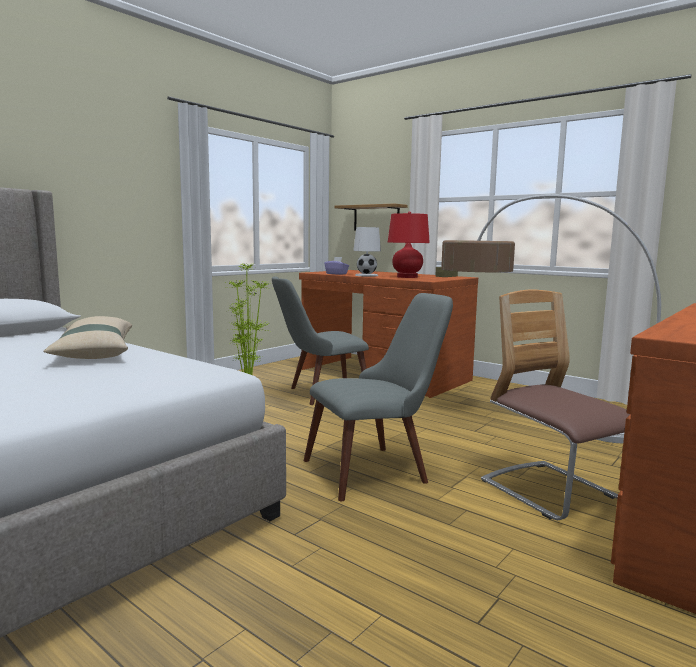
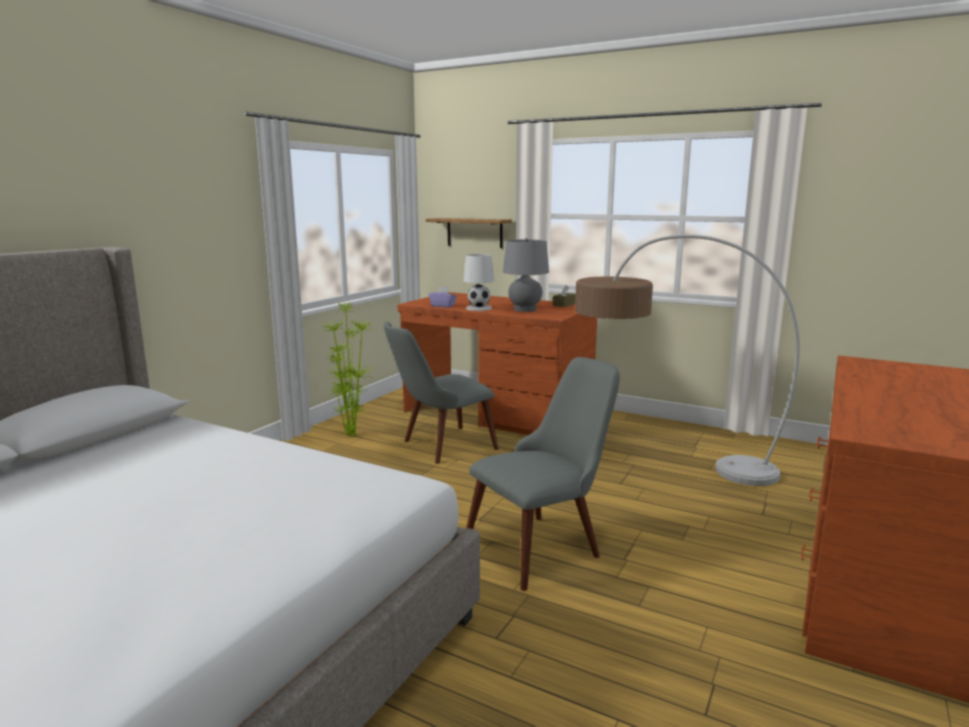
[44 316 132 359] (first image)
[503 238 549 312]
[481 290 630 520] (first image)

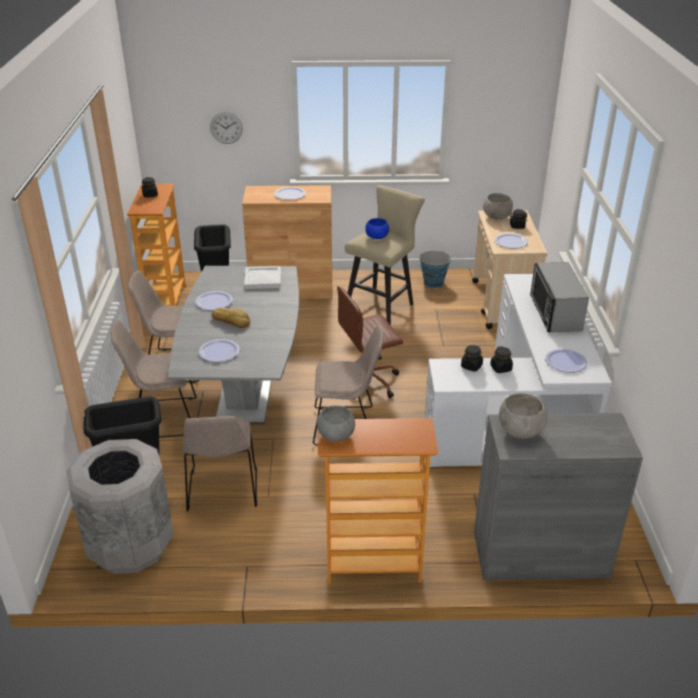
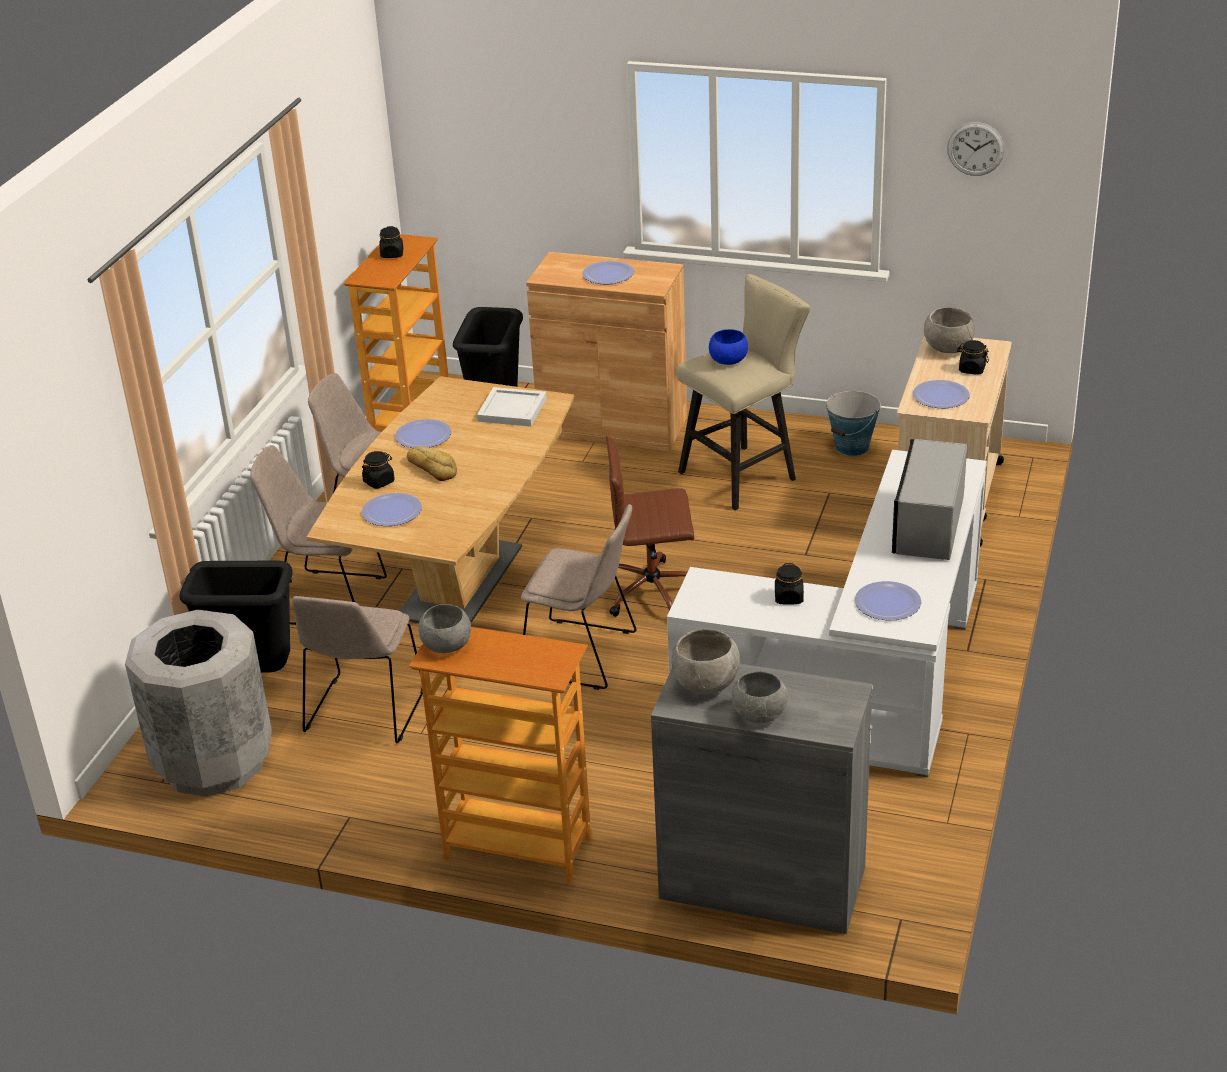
[306 376 574 623]
[947 122 1004 176]
[362 451 395 489]
[732 671 788 723]

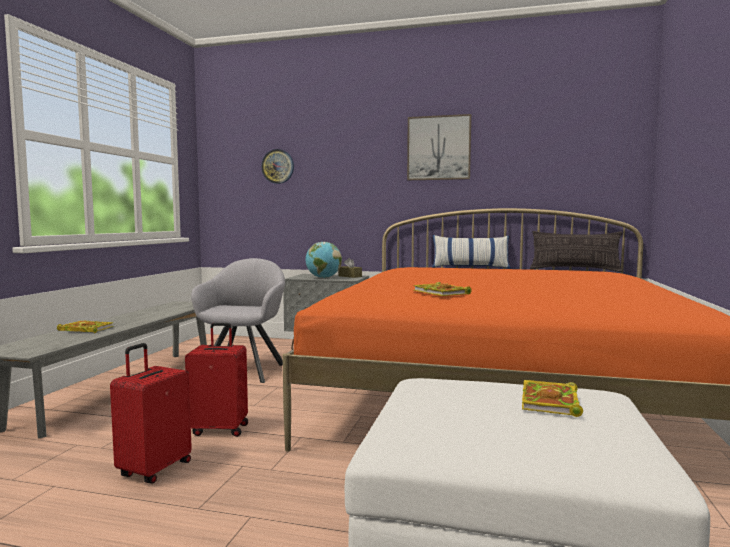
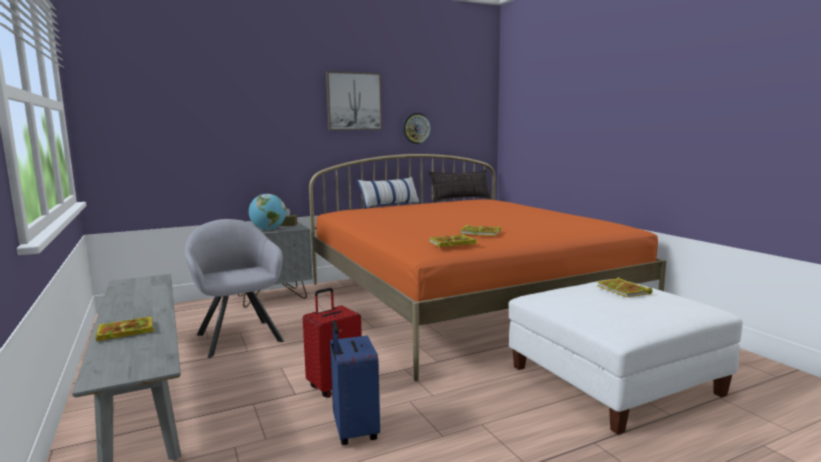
[330 320 380 445]
[403 113 431 144]
[429 235 477 247]

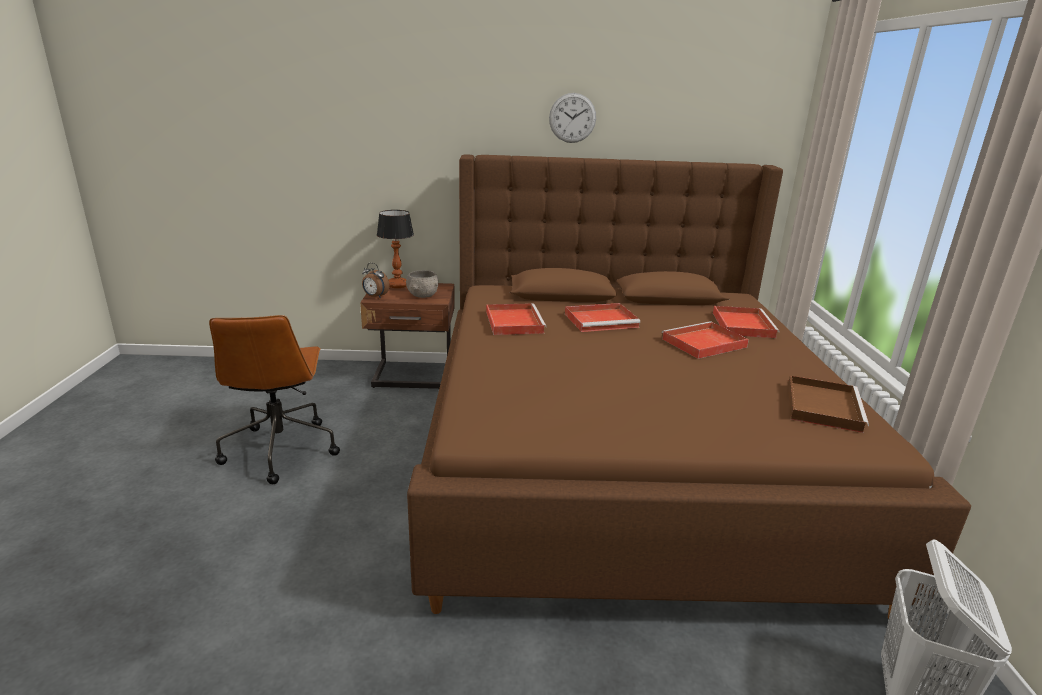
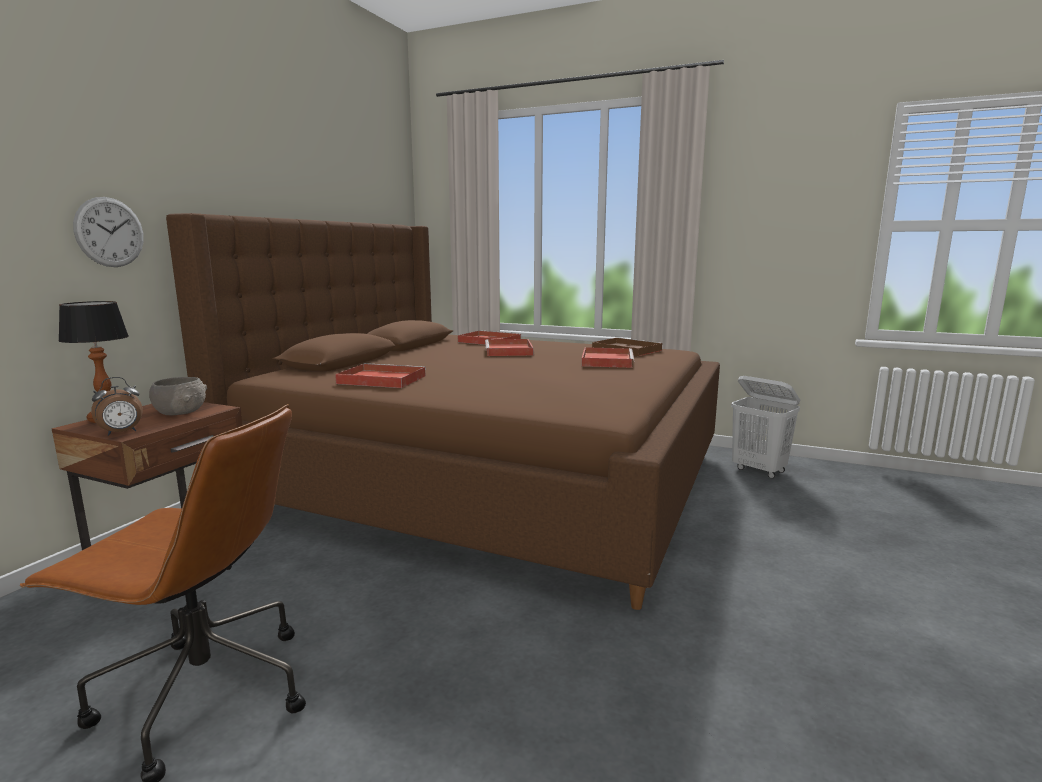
[73 197 144 267]
[581 347 634 368]

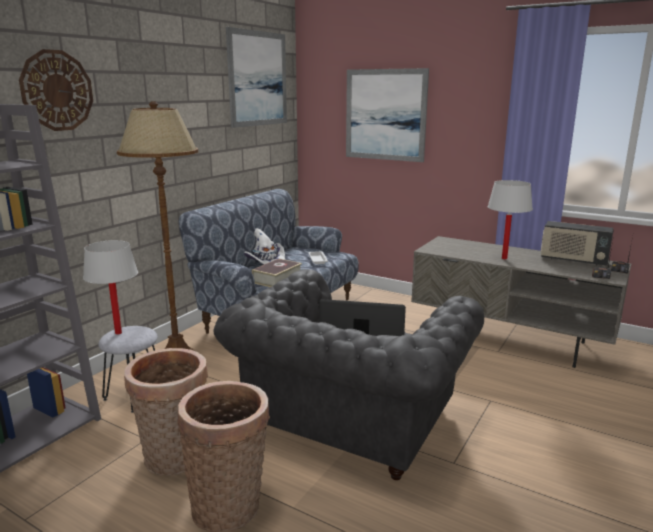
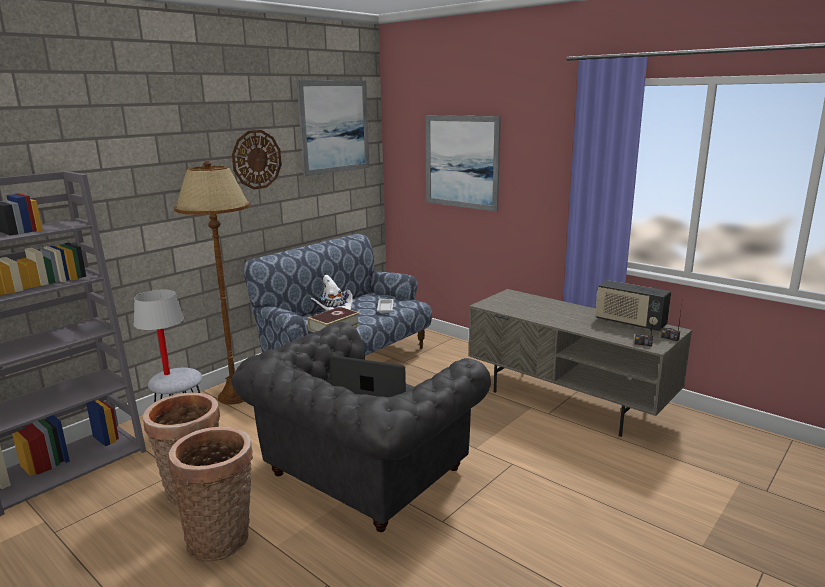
[232 130 282 189]
[488 180 533 260] (first image)

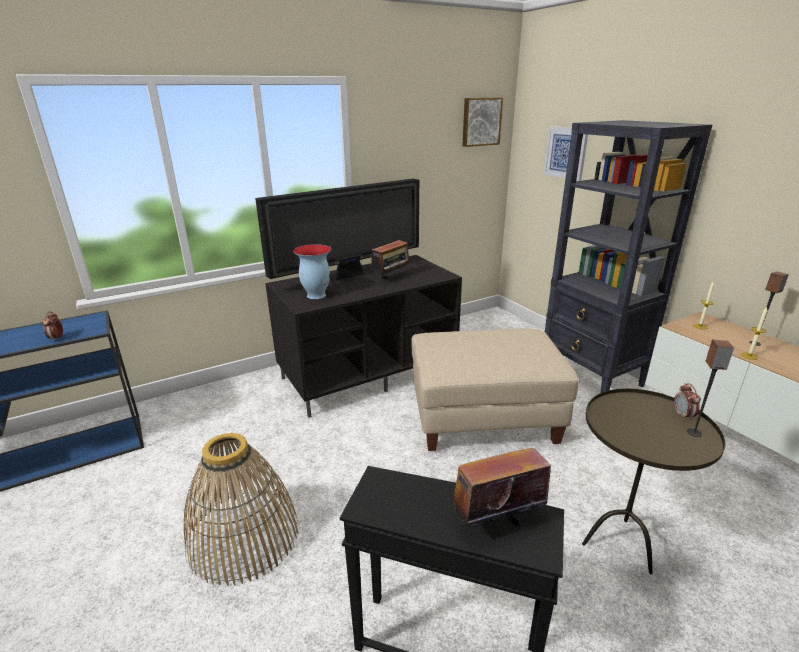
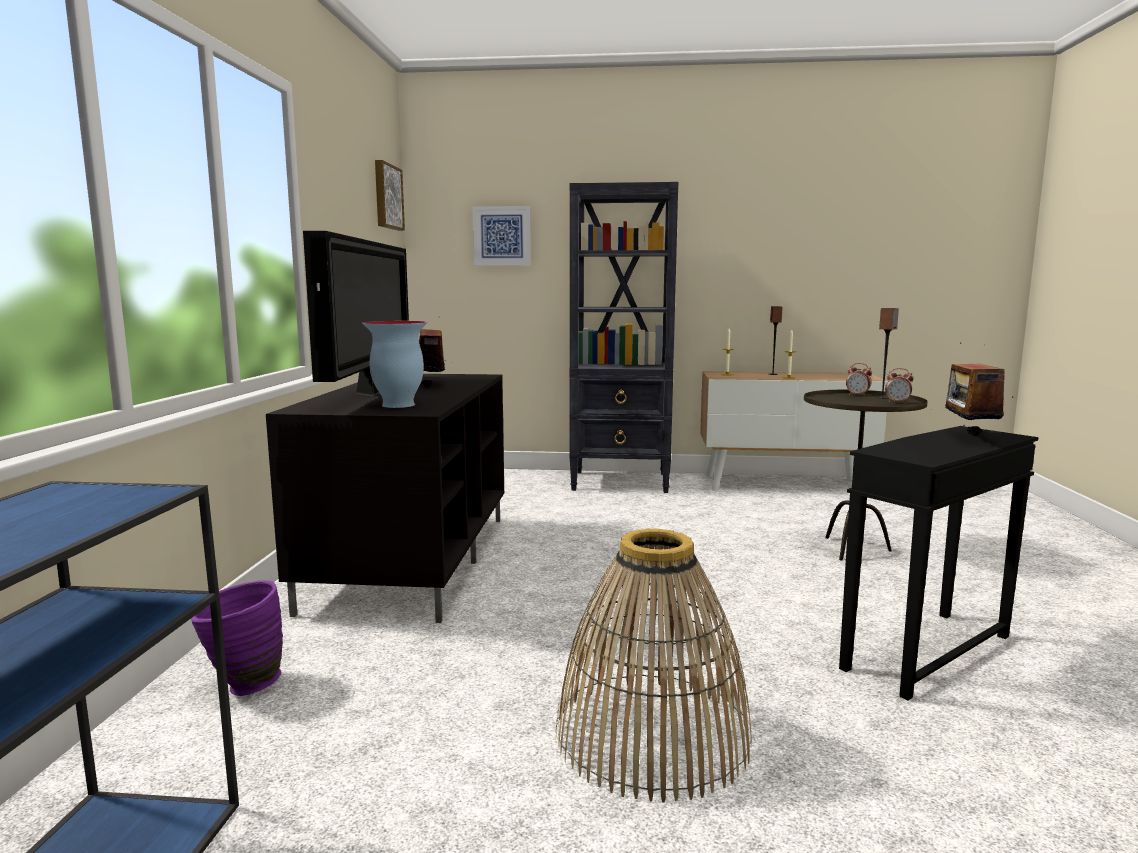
[885 368 914 404]
[411 329 579 451] (first image)
[191 581 283 696]

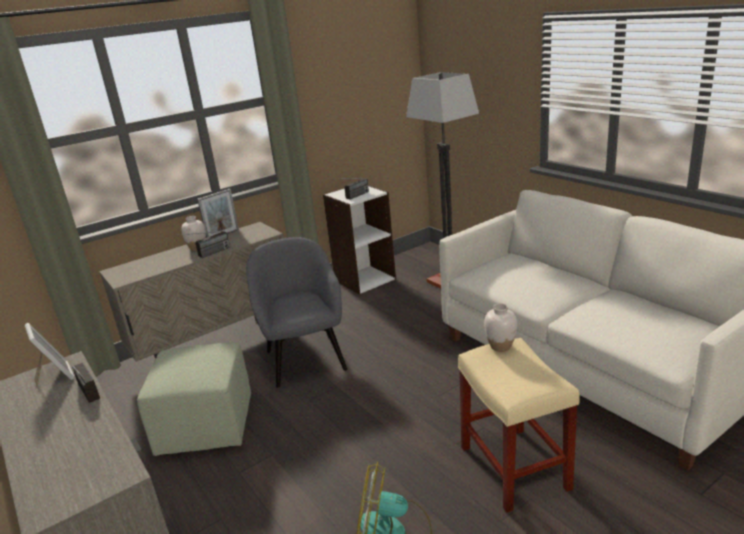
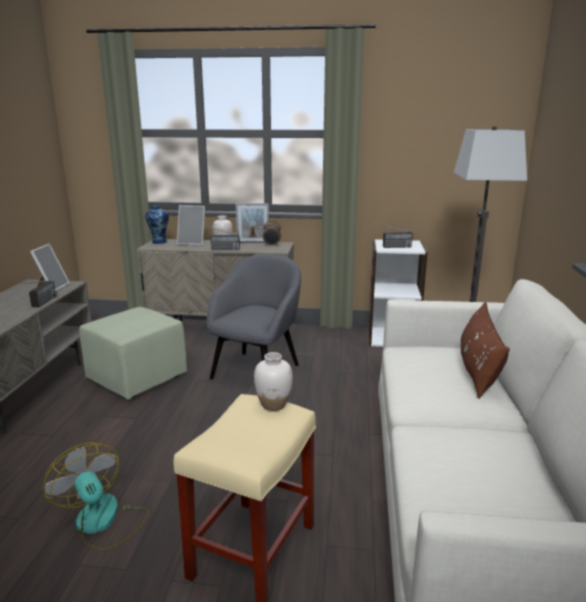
[145 205 169 244]
[177 205 205 245]
[263 221 281 246]
[461 302 510 399]

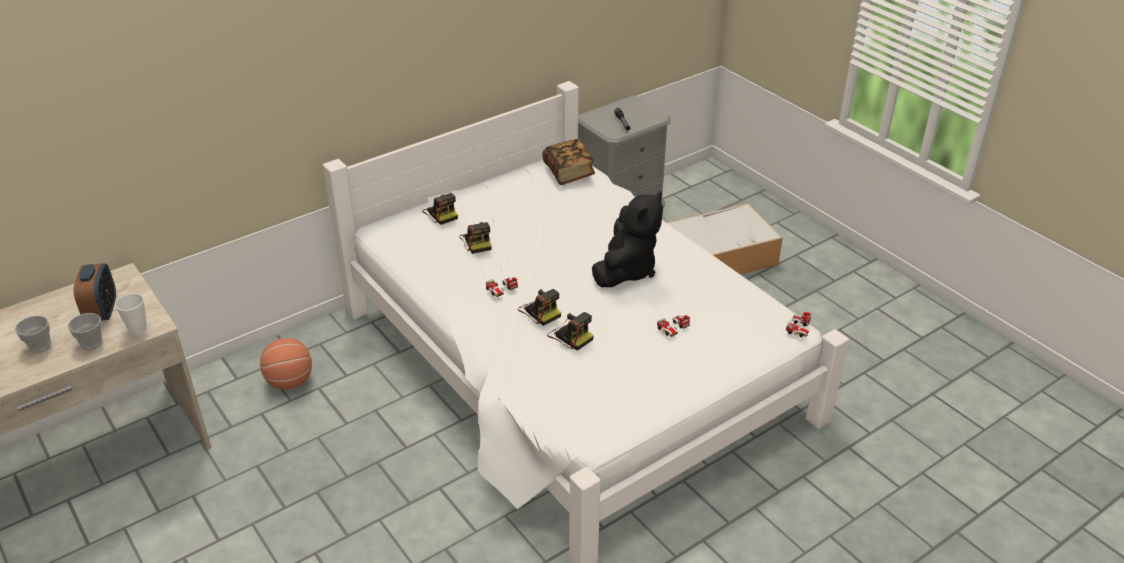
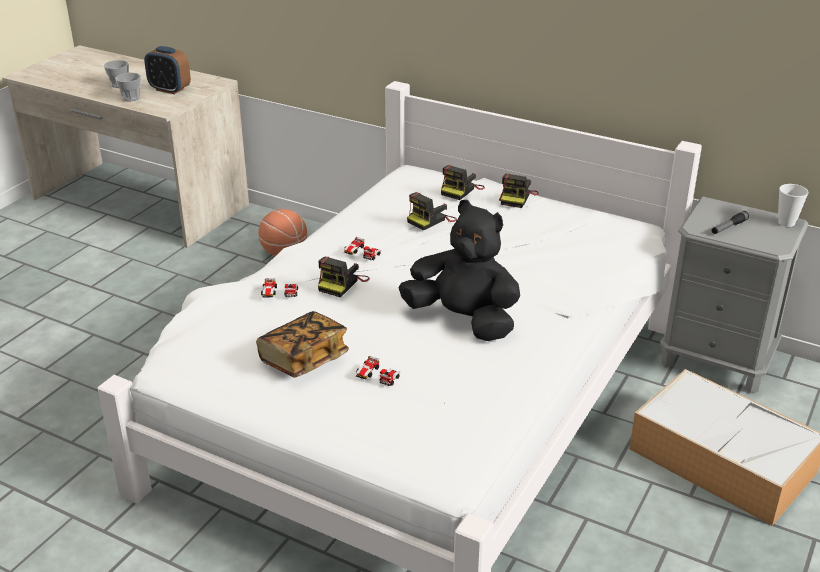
[144 46 191 94]
[778 184 809 227]
[256 311 349 378]
[499 174 539 208]
[398 200 520 341]
[261 278 298 297]

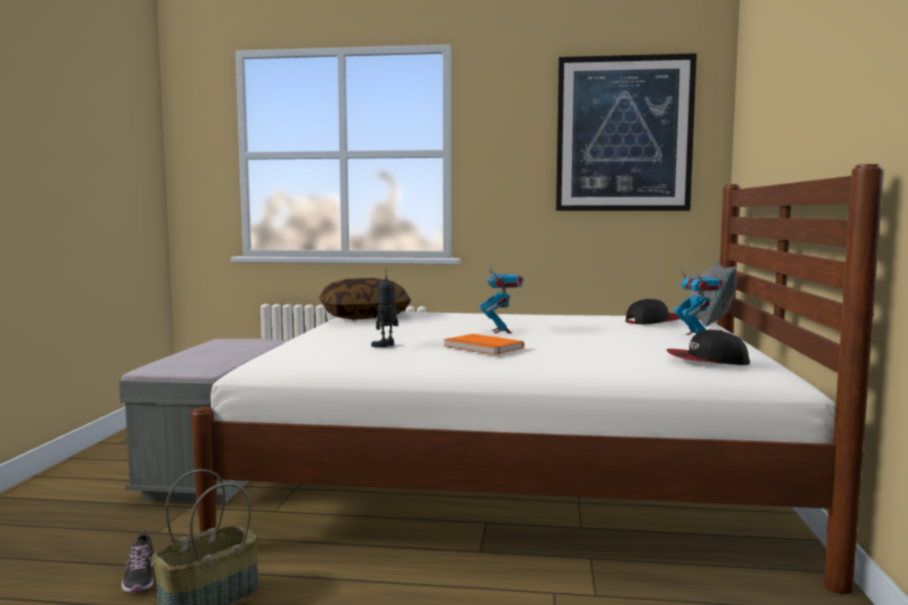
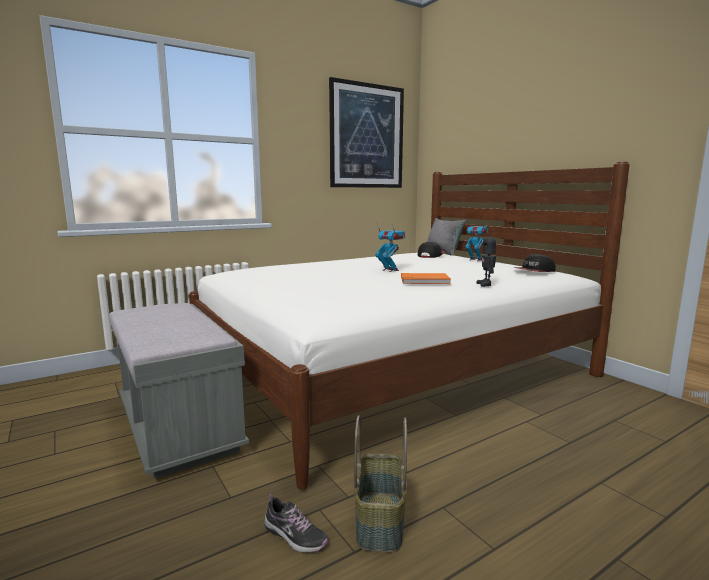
[319 278 411 320] (first image)
[476 229 496 287]

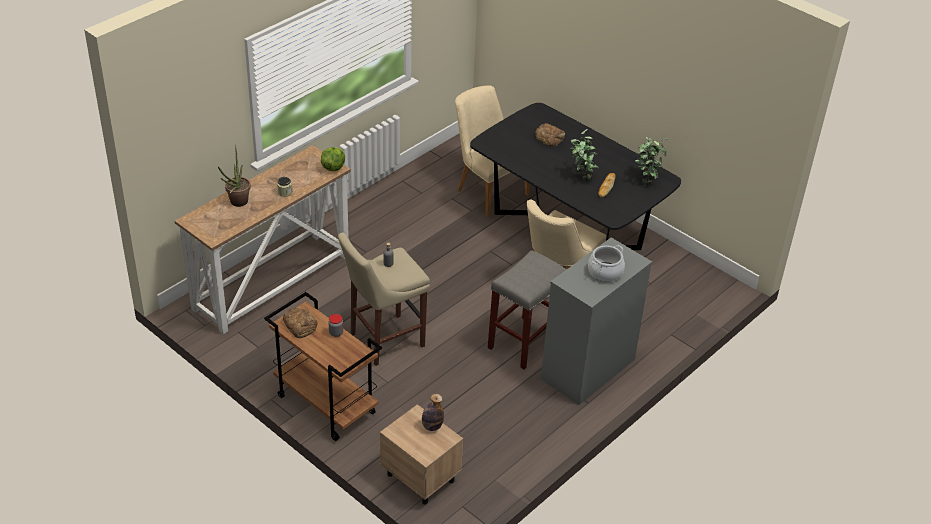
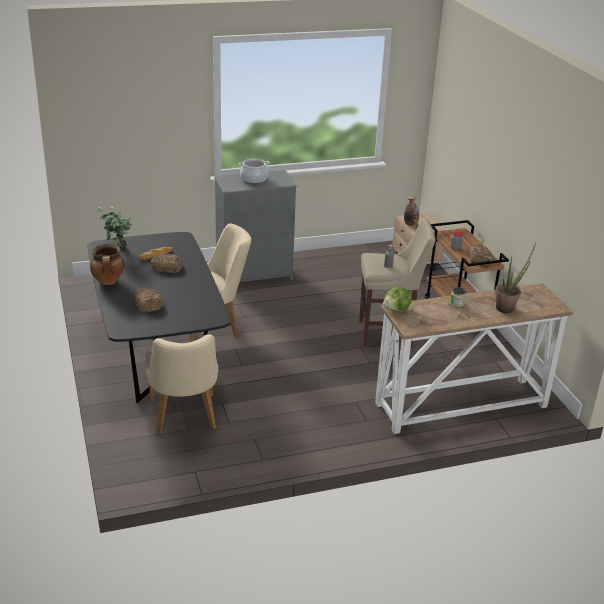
[488 250 567 369] (first image)
[151 253 182 273]
[90 244 124 285]

